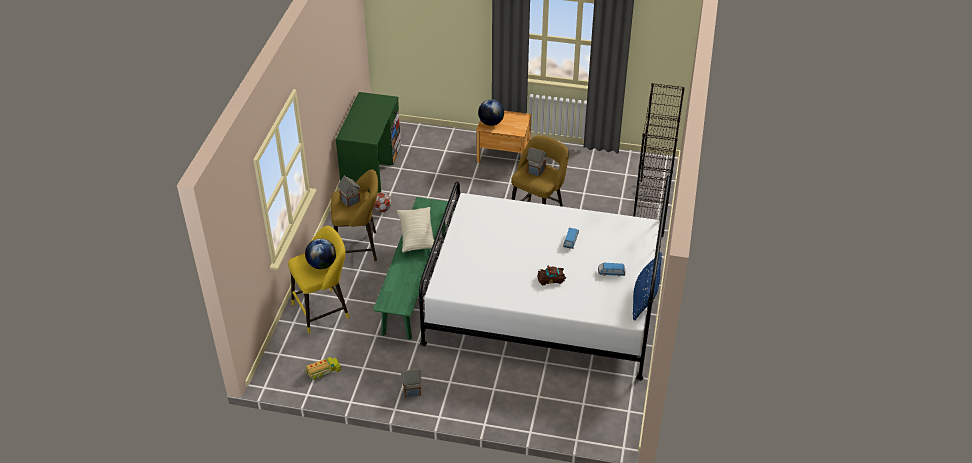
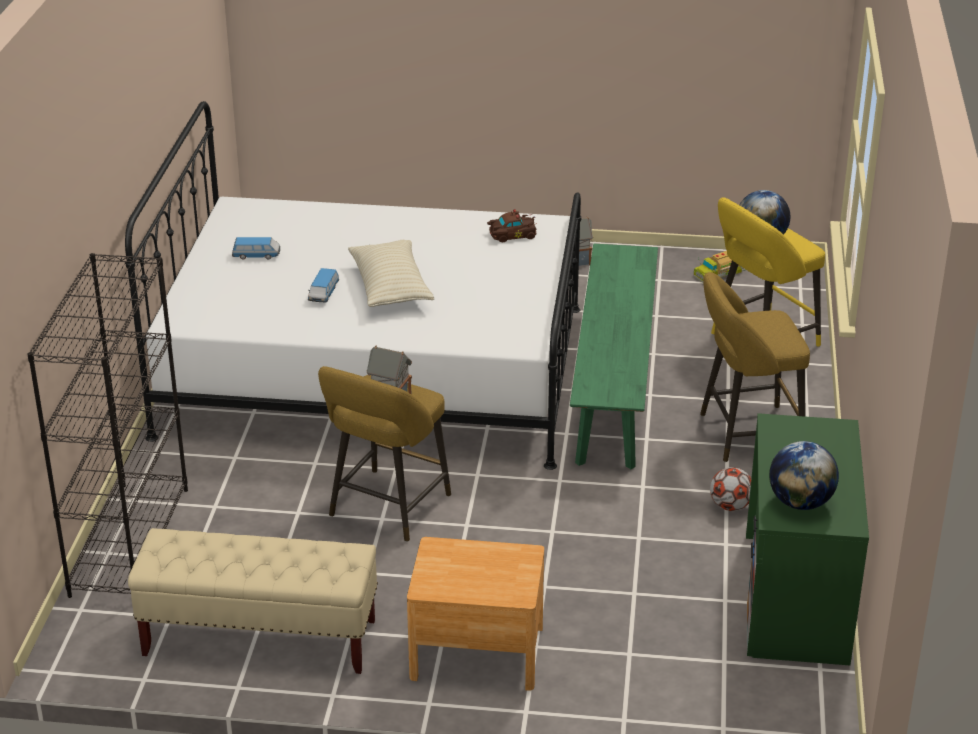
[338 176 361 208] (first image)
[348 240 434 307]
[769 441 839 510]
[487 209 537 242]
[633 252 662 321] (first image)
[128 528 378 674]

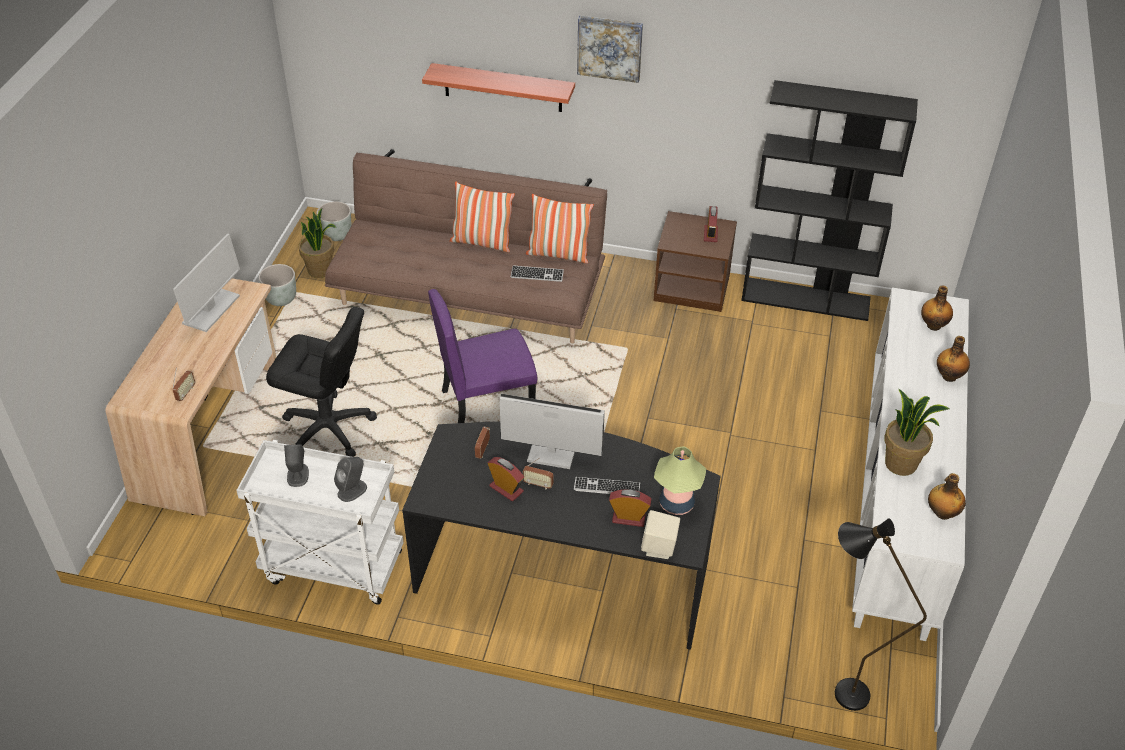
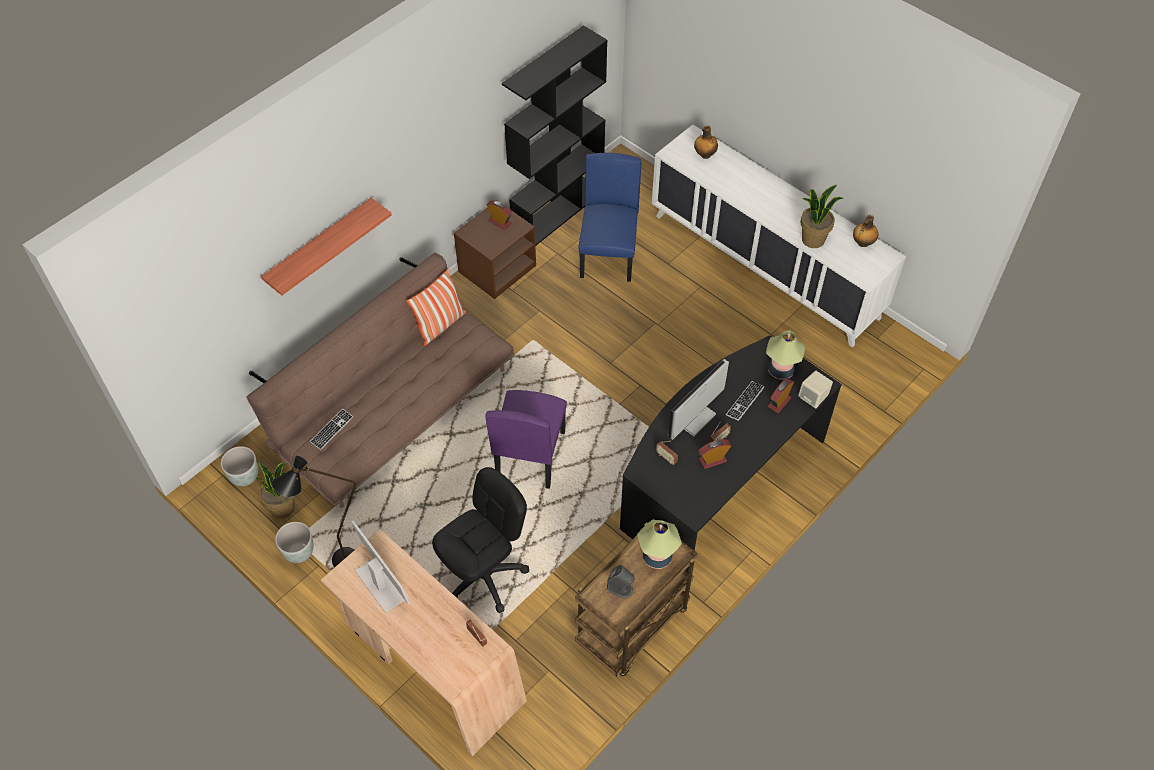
[575 519 698 677]
[637 520 682 569]
[450 182 515 252] (first image)
[310 408 353 450]
[577 15 643 83] (first image)
[272 456 356 567]
[937 336 970 382] (first image)
[578 153 642 282]

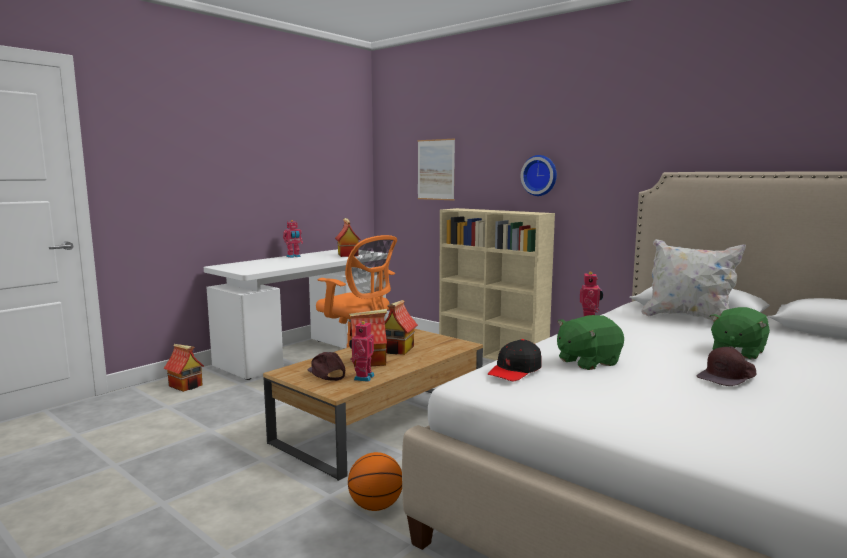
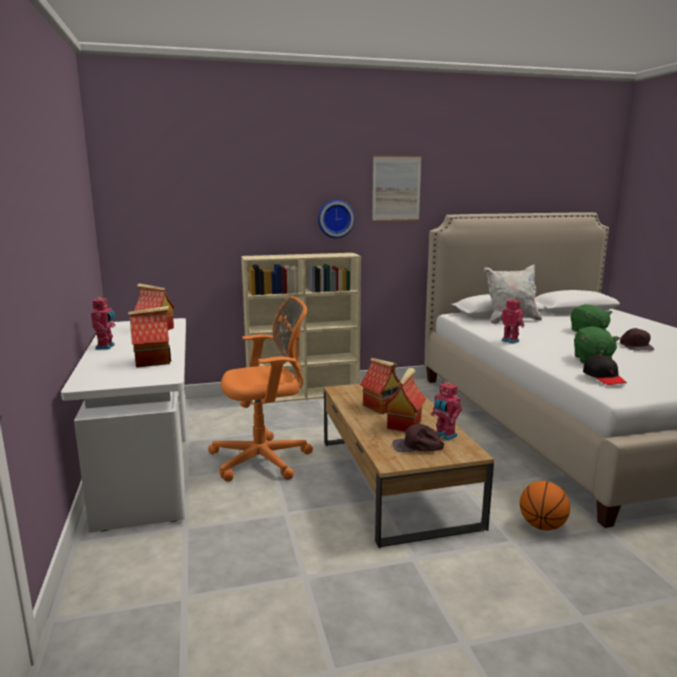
[128 306 171 367]
[372 155 422 221]

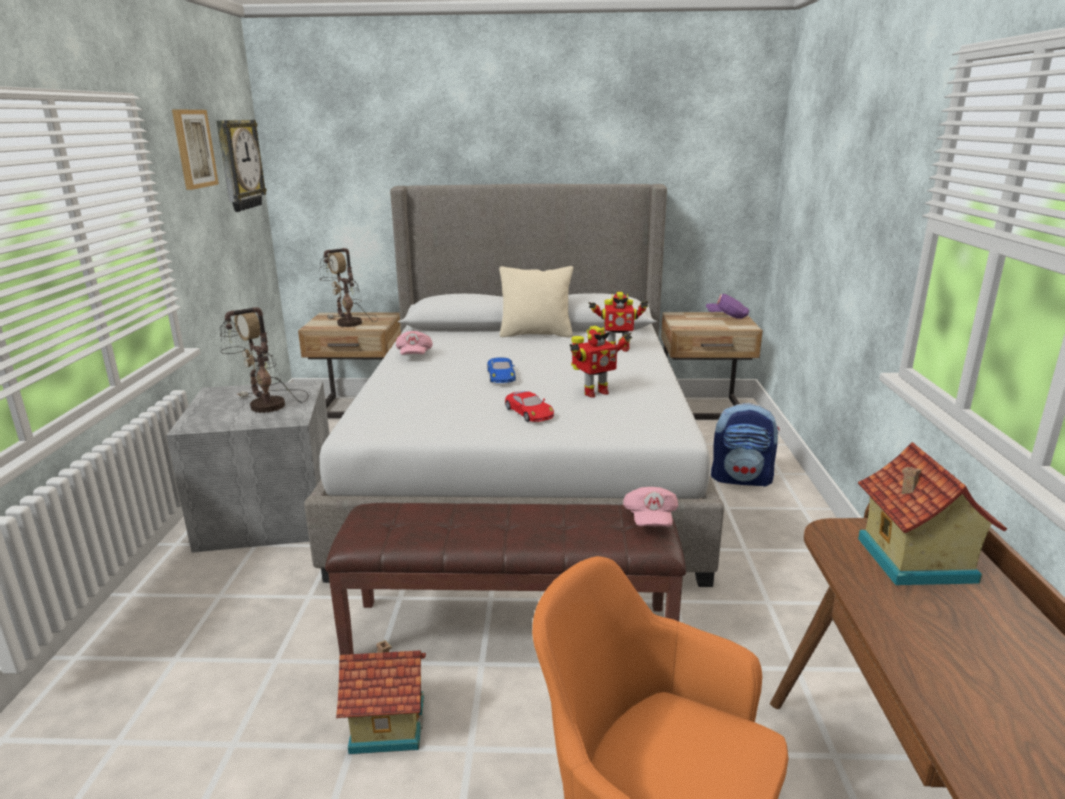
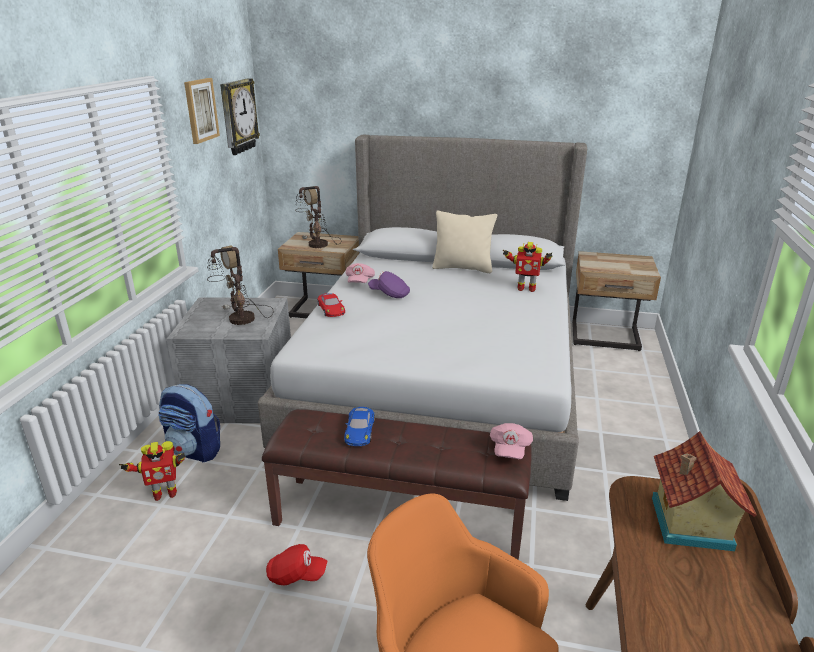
[266 544 328 585]
[344 407 375 446]
[317 293 345 317]
[119 441 186 501]
[368 271 410 298]
[158 384 220 462]

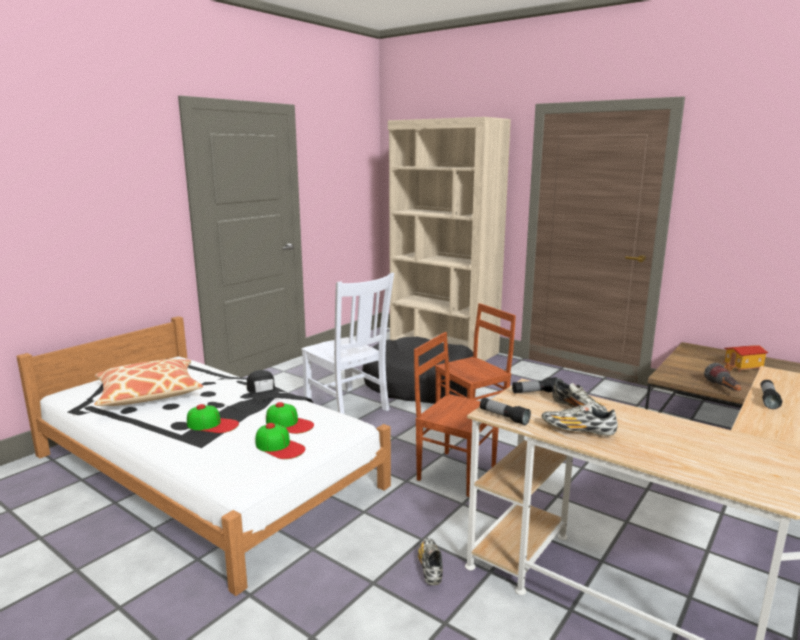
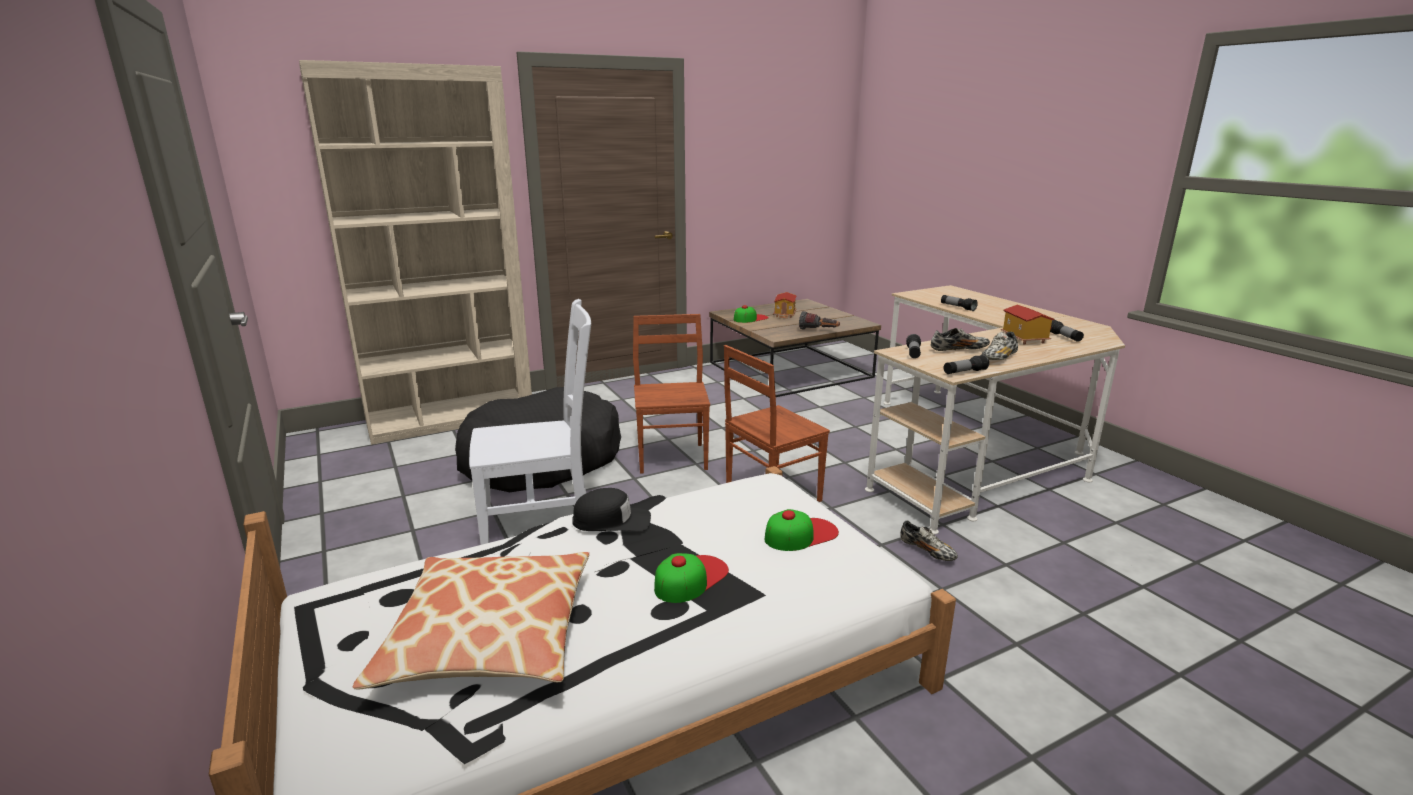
[734 305 769 323]
[900 520 958 561]
[1001 305 1054 345]
[1050 320 1084 342]

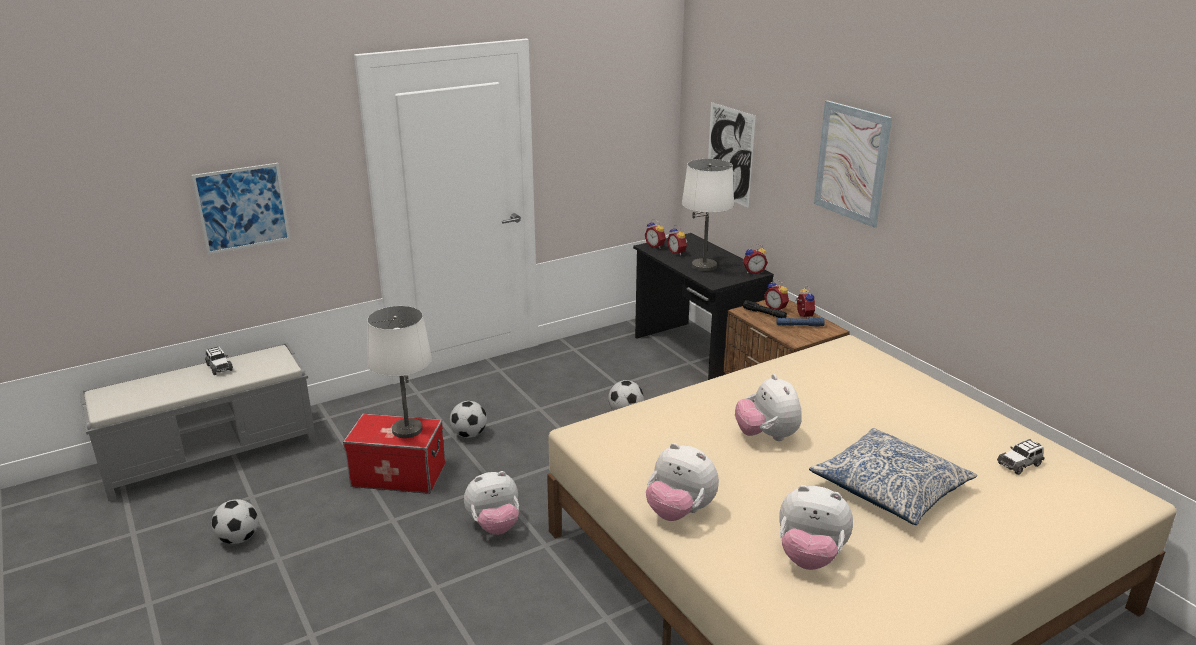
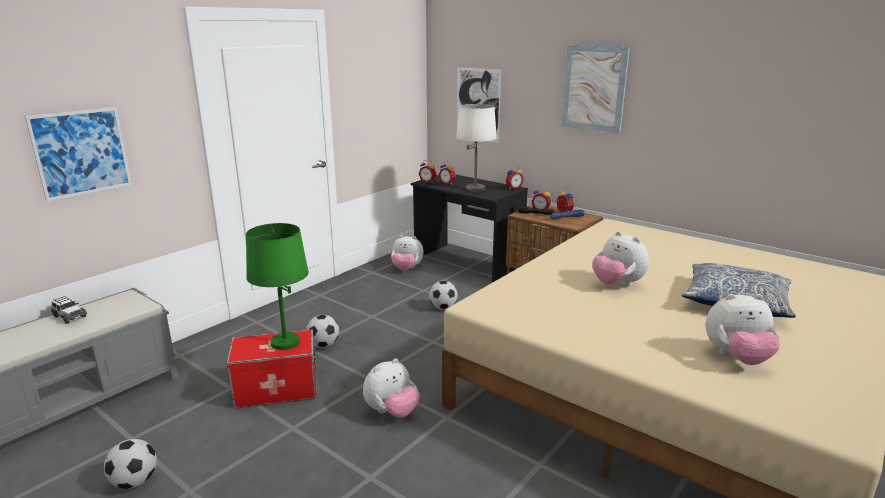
[246 223 309 350]
[391 235 424 270]
[997 439 1045 475] (first image)

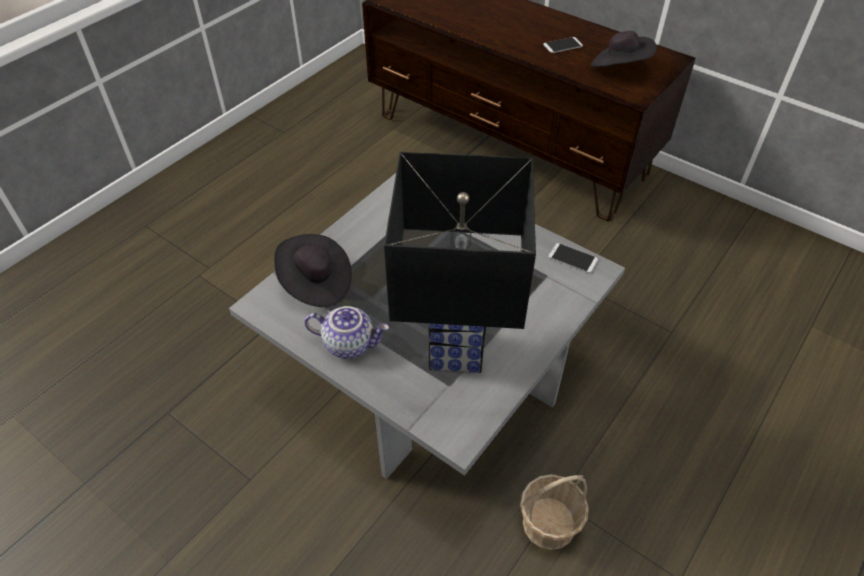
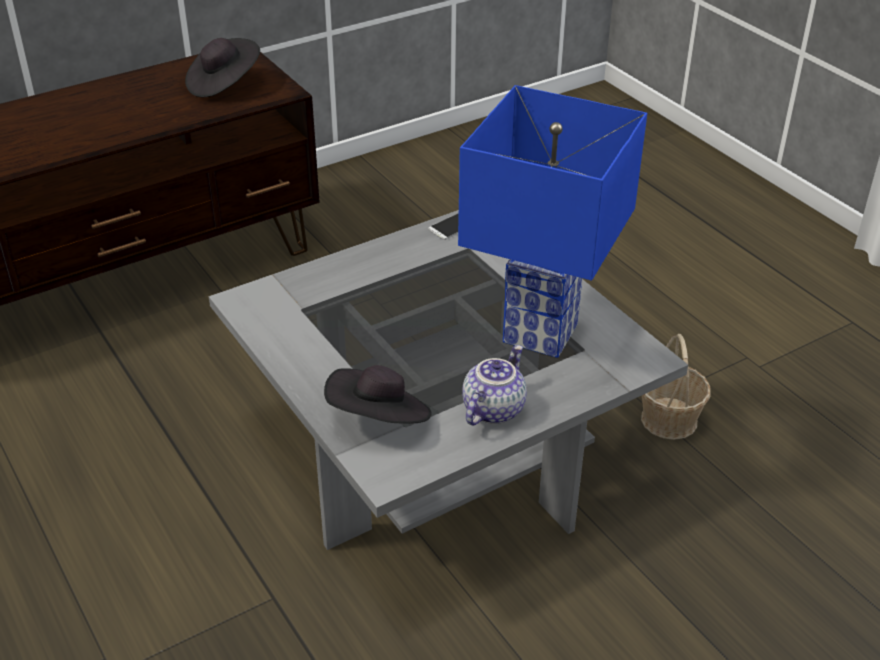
[458 85 647 358]
[543 37 583 53] (first image)

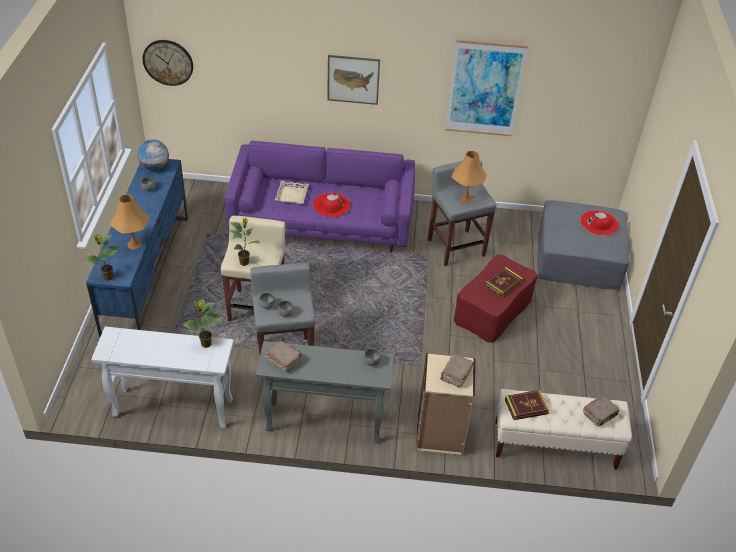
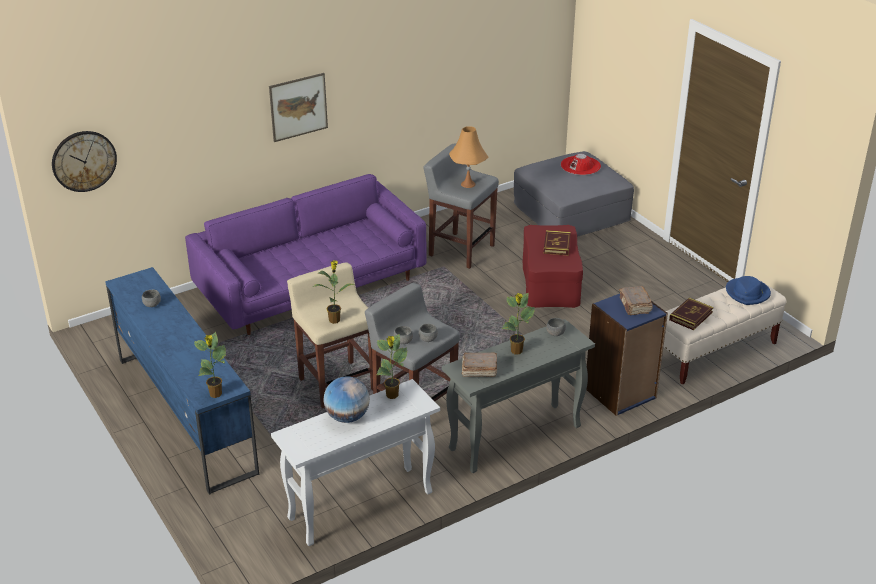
[110 194 150 250] (first image)
[323 376 370 423]
[275 181 309 204] (first image)
[313 193 350 217] (first image)
[586 294 668 416]
[446 39 528 136] (first image)
[726 276 771 305]
[502 293 535 354]

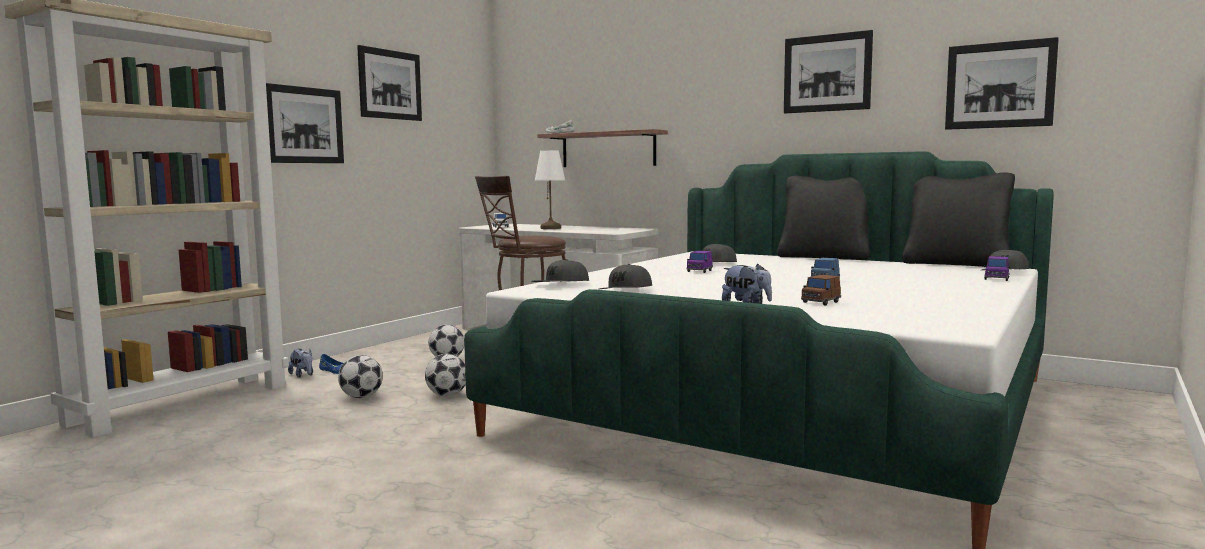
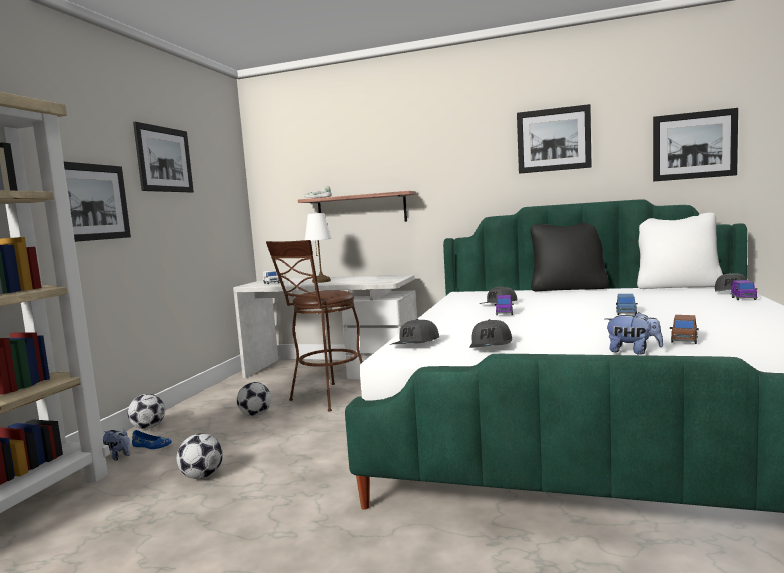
[128 394 165 429]
[637 213 723 289]

